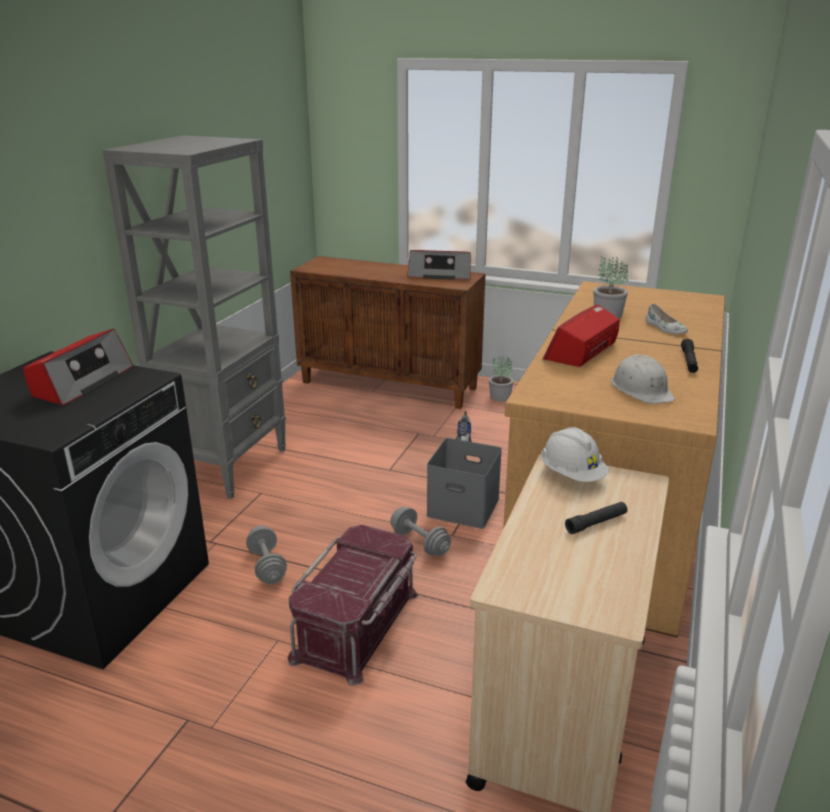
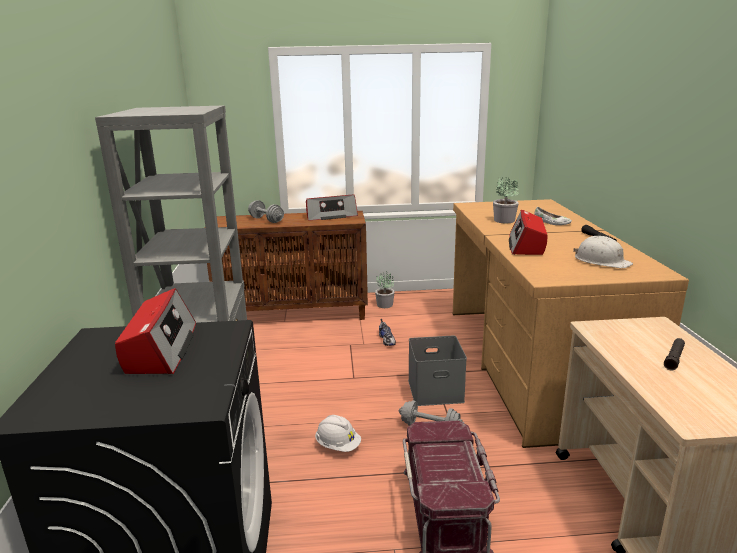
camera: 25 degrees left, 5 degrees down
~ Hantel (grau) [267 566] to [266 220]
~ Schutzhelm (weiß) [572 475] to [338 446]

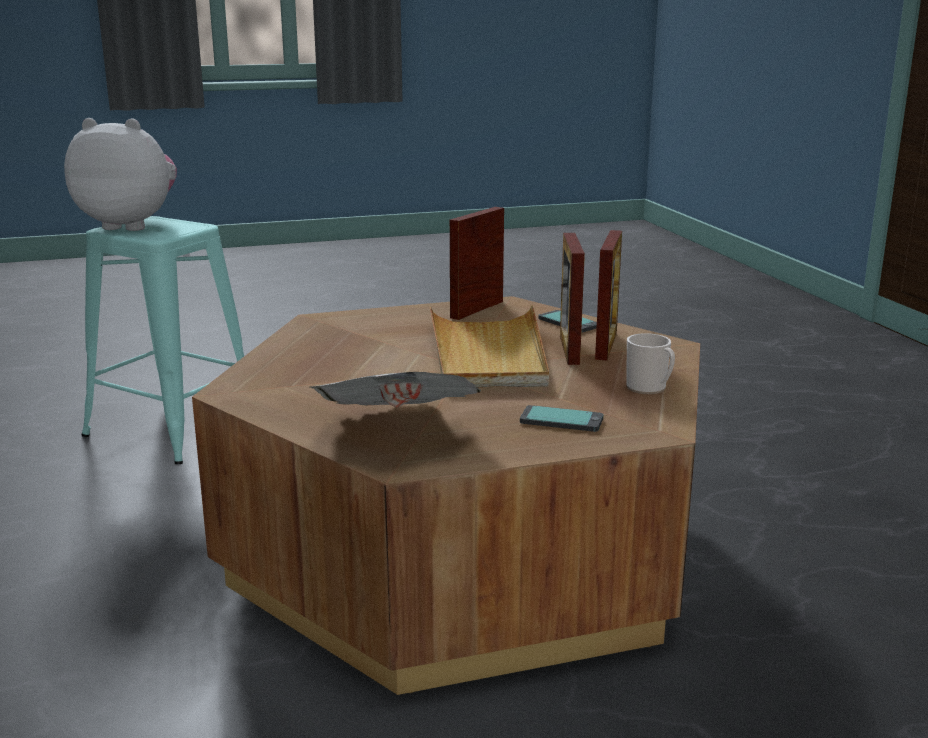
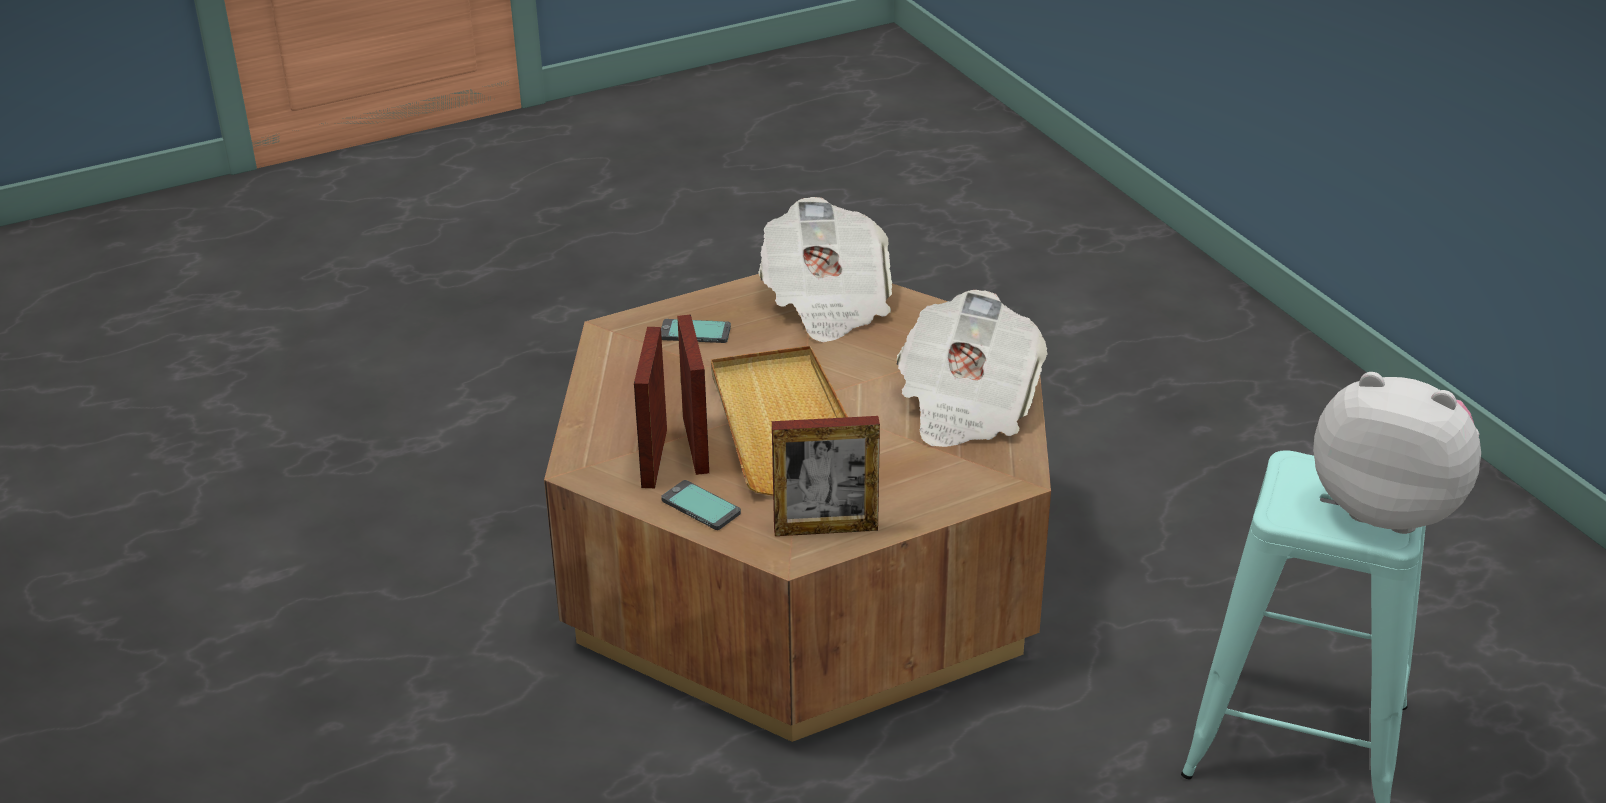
camera: 170 degrees right, 15 degrees up
~ Plüschtier [130 225] = [1387 507] 150 degrees counterclockwise
~ Bilderrahmen [477 309] = [825 529] 60 degrees clockwise
- Henkelbecher [649 388]
+ Zeitung [966 405]

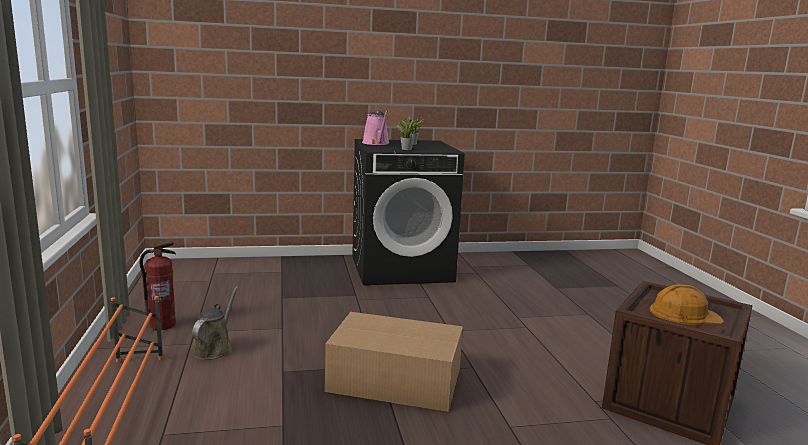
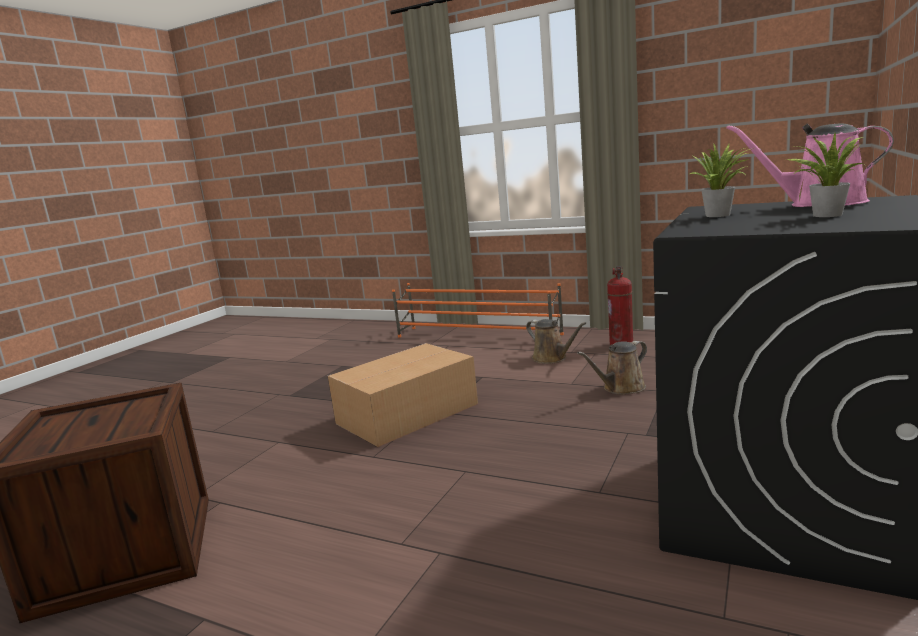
camera: 130 degrees right, 0 degrees up
- Schutzhelm (orange) [684 314]
+ Gießkanne (braun) [621 388]

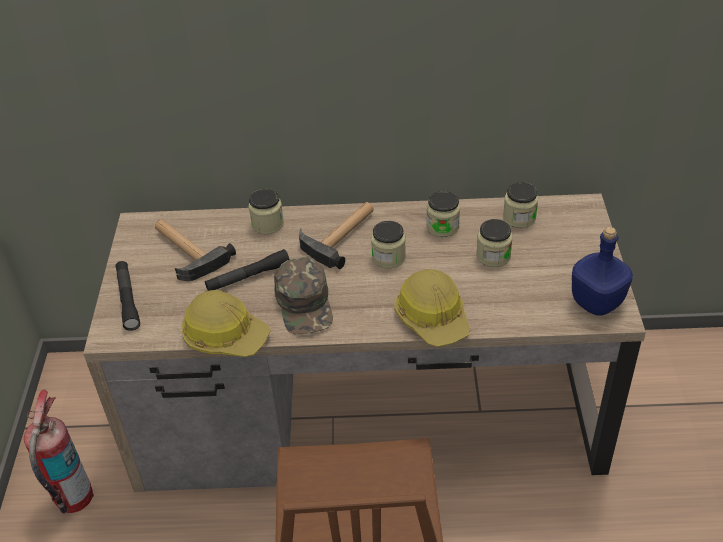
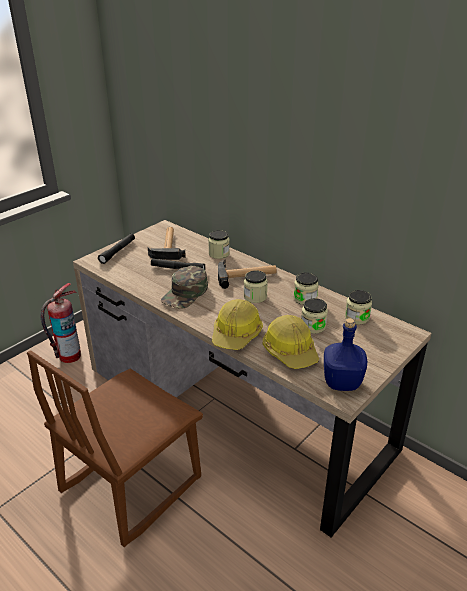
camera: 40 degrees right, 10 degrees down
~ Schutzhelm [225 335] to [290 351]

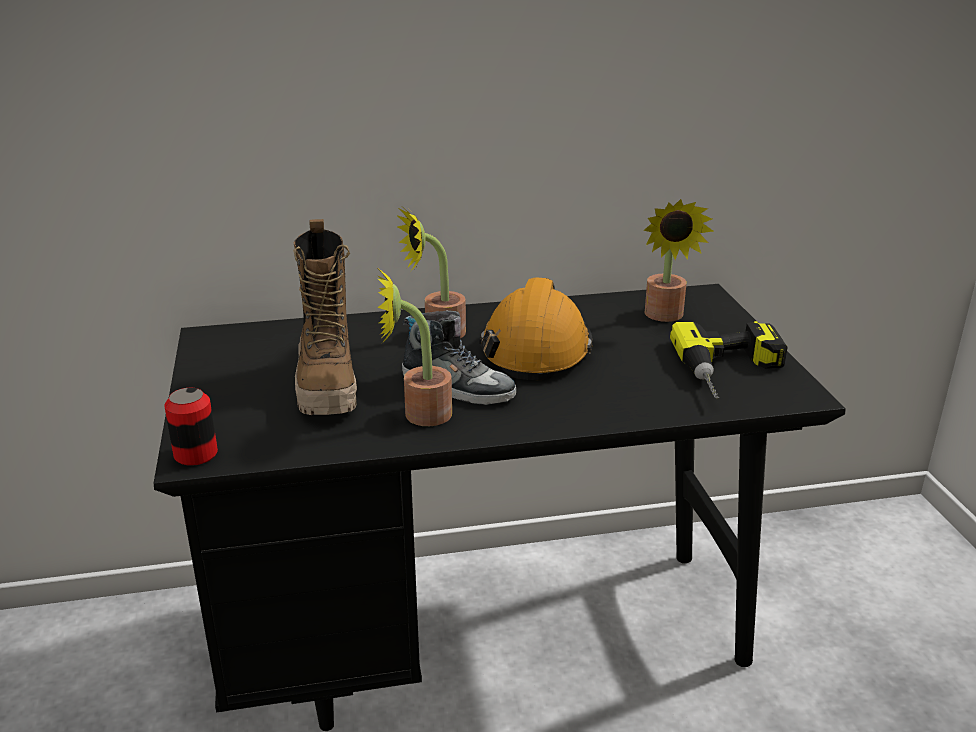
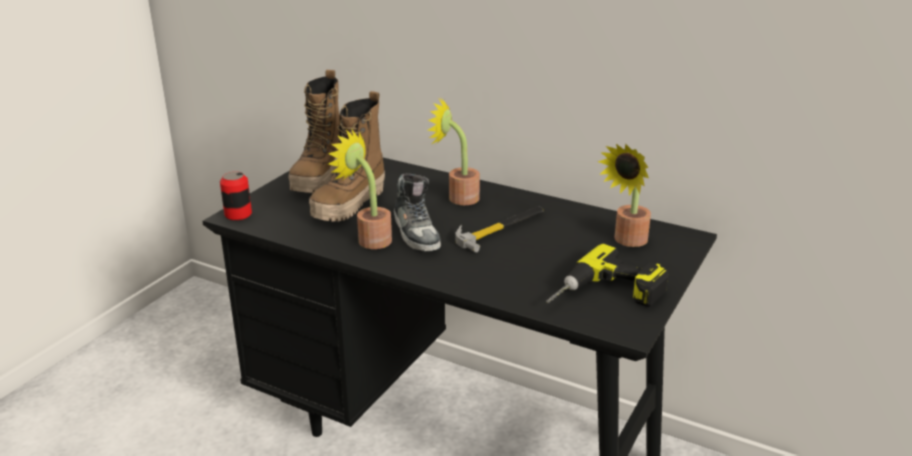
camera: 40 degrees right, 0 degrees up
~ Schutzhelm (orange) [536 349] to Hammer [500 229]
+ Stiefel [319 178]

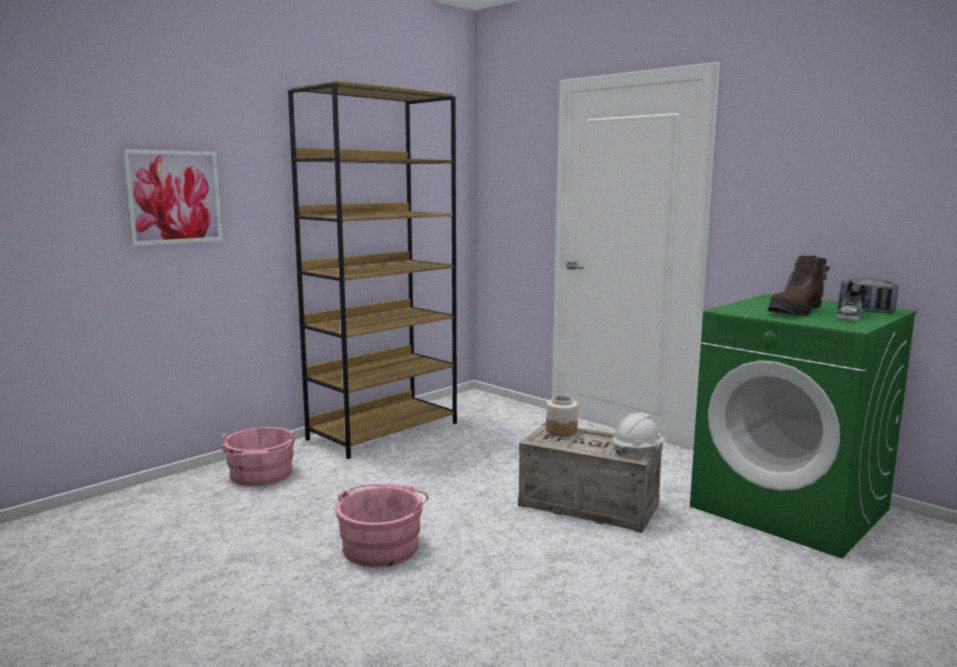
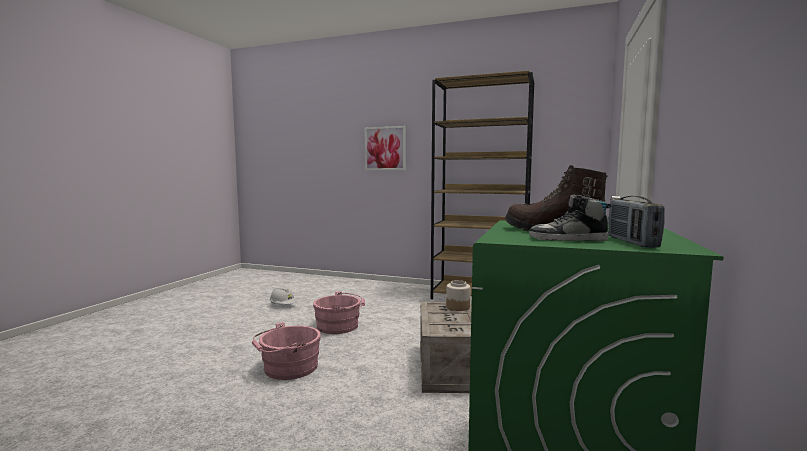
camera: 65 degrees right, 5 degrees down
~ Eimer (rosa) [261 475] to [288 368]
~ Schutzhelm (weiß) [637 450] to [283 305]

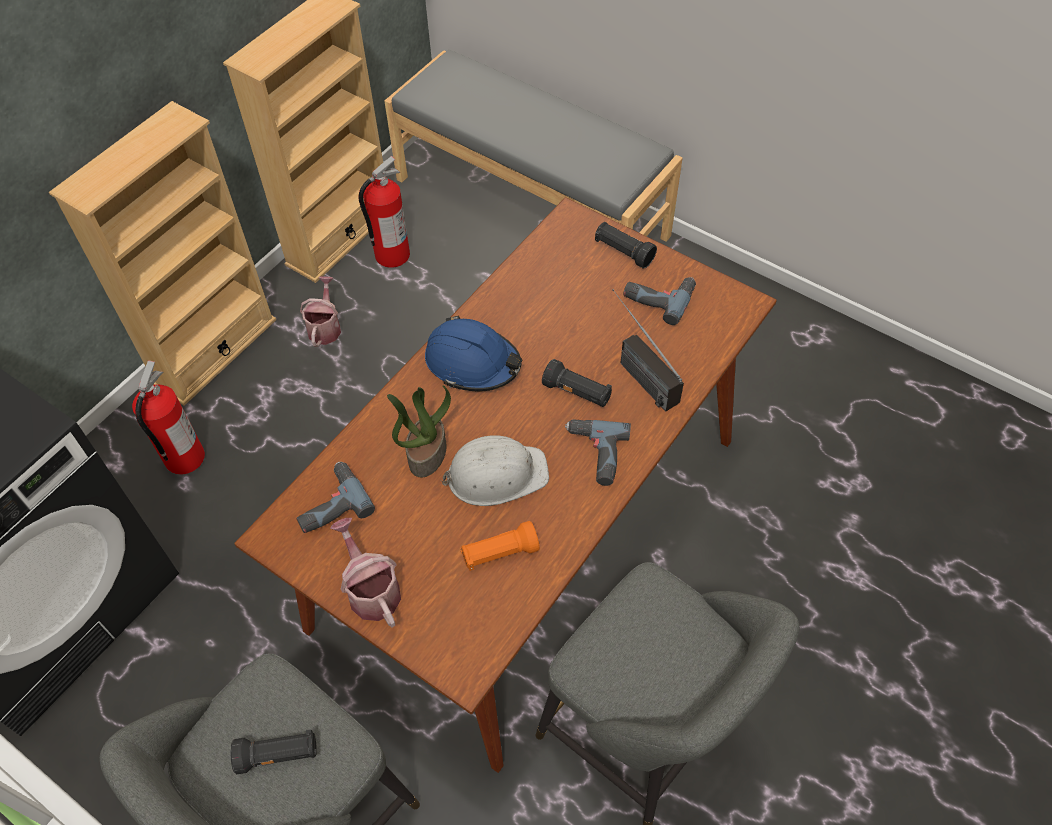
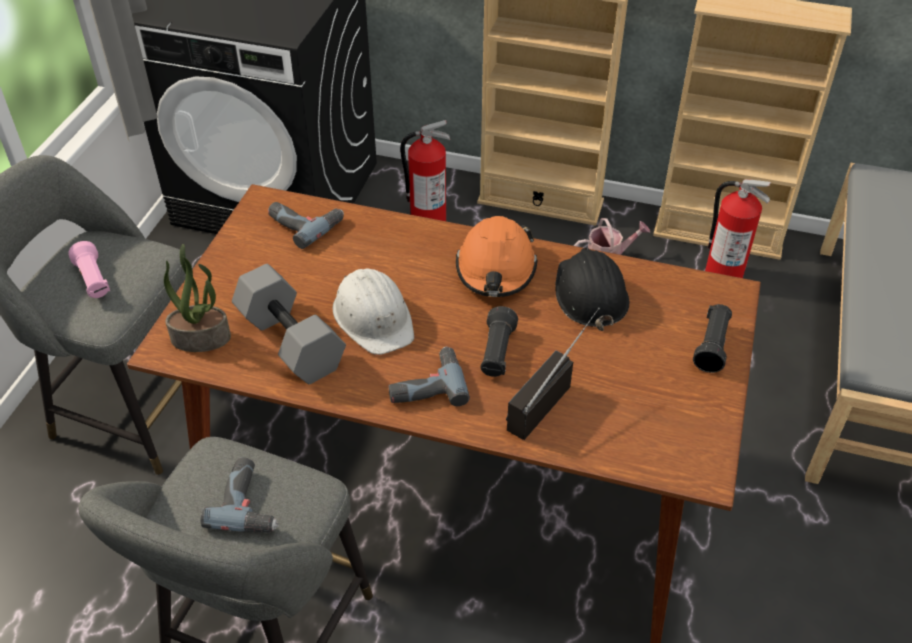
camera: 70 degrees right, 10 degrees down
~ Taschenlampe (schwarz) [278 755] to Taschenlampe (rosa) [93 280]
- Gießkanne [371 589]
~ Topfpflanze [426 453] to [202 337]
~ Schutzhelm (blau) [473 363] to Schutzhelm (orange) [496 269]
~ Taschenlampe (orange) [499 553] to Hantel (grau) [288 341]
~ Bohrmaschine [659 296] to [250 502]
+ Schutzhelm (schwarz) [590 294]

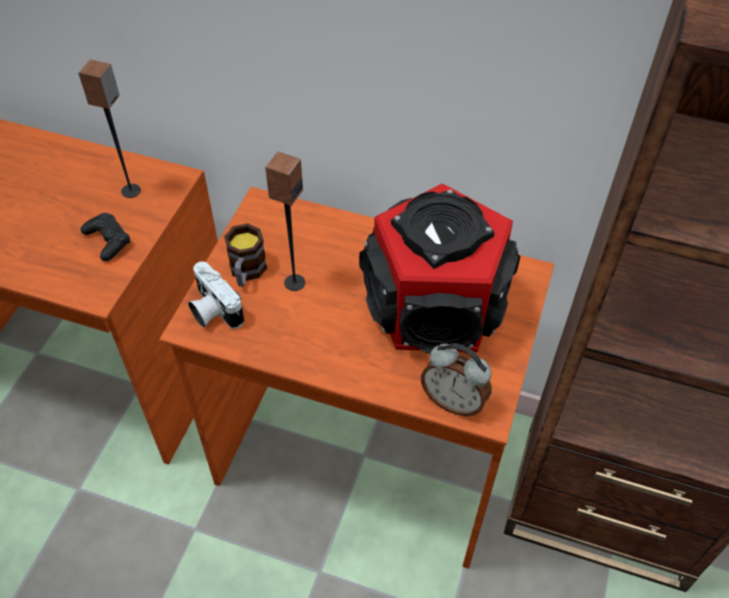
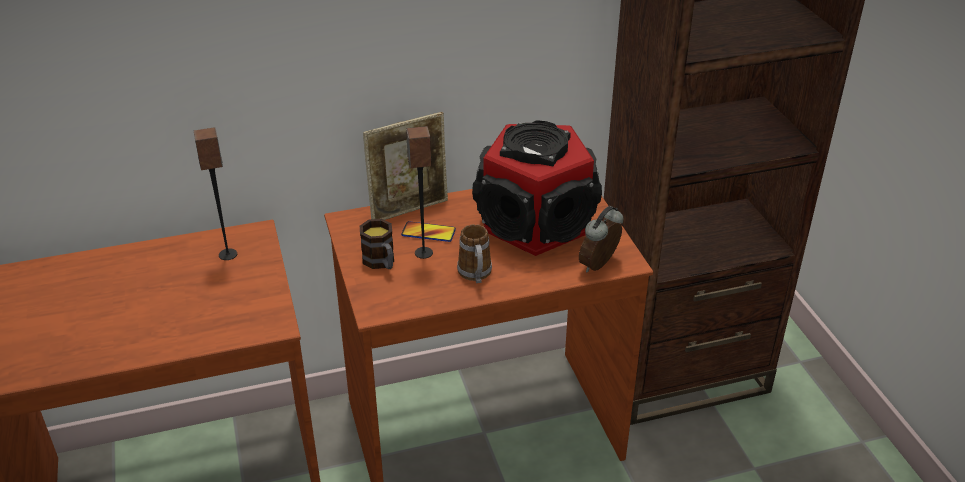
camera: 35 degrees left, 15 degrees down
- Gamepad (schwarz) [108 240]
- Kamera [213 310]
~ Wecker [453 401] = [600 265] 135 degrees clockwise
+ Bilderrahmen [409 209]
+ Handy [428 233]
+ Henkelbecher [476 275]

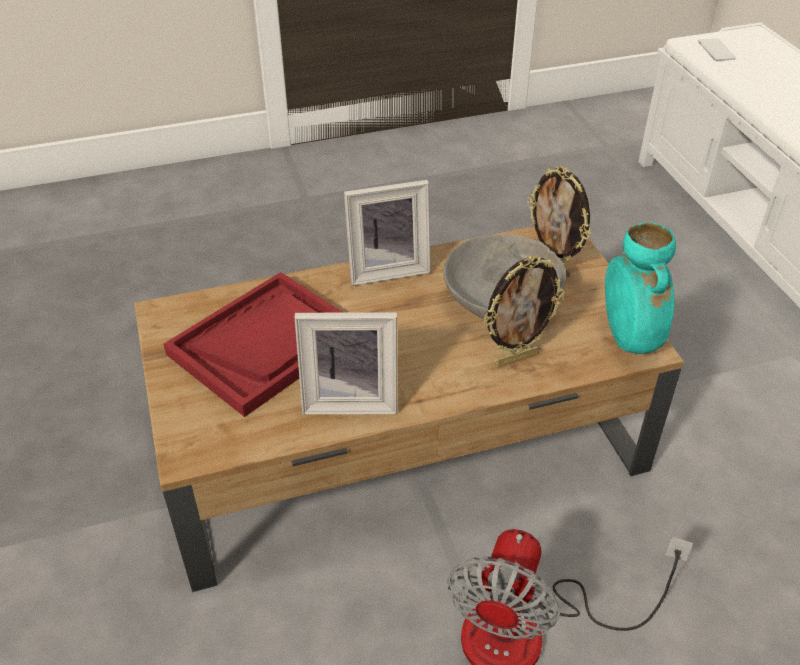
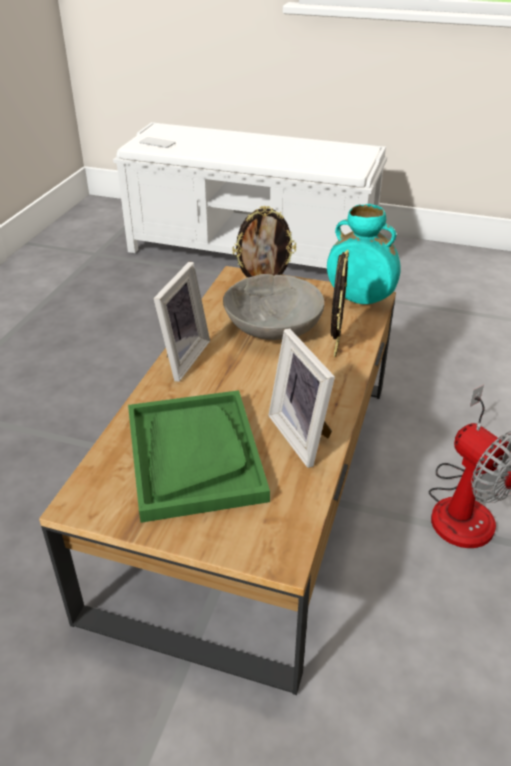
camera: 55 degrees left, 5 degrees down
~ Tablett (rot) [265 344] to Tablett (grün) [194 455]
~ Bilderrahmen [350 399] = [304 435] 120 degrees clockwise

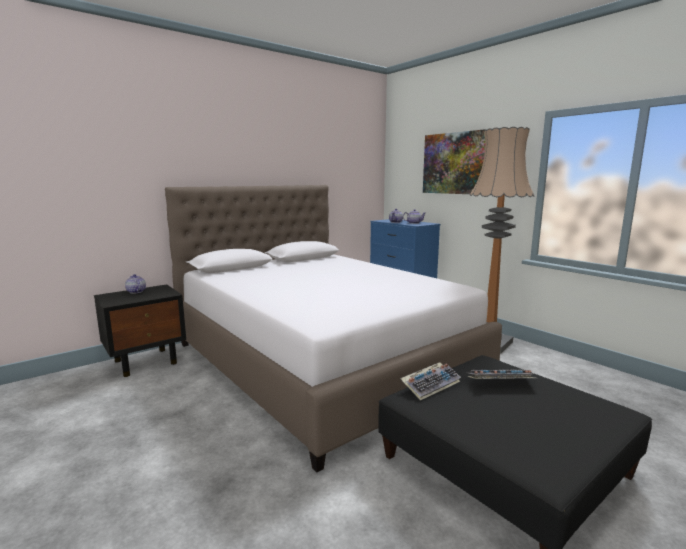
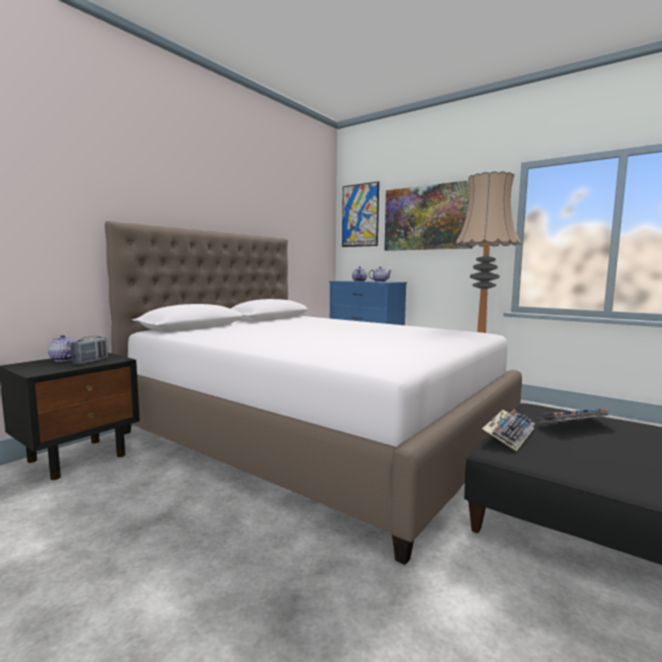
camera: 15 degrees left, 5 degrees down
+ Radio [90 361]
+ Bild [360 215]

